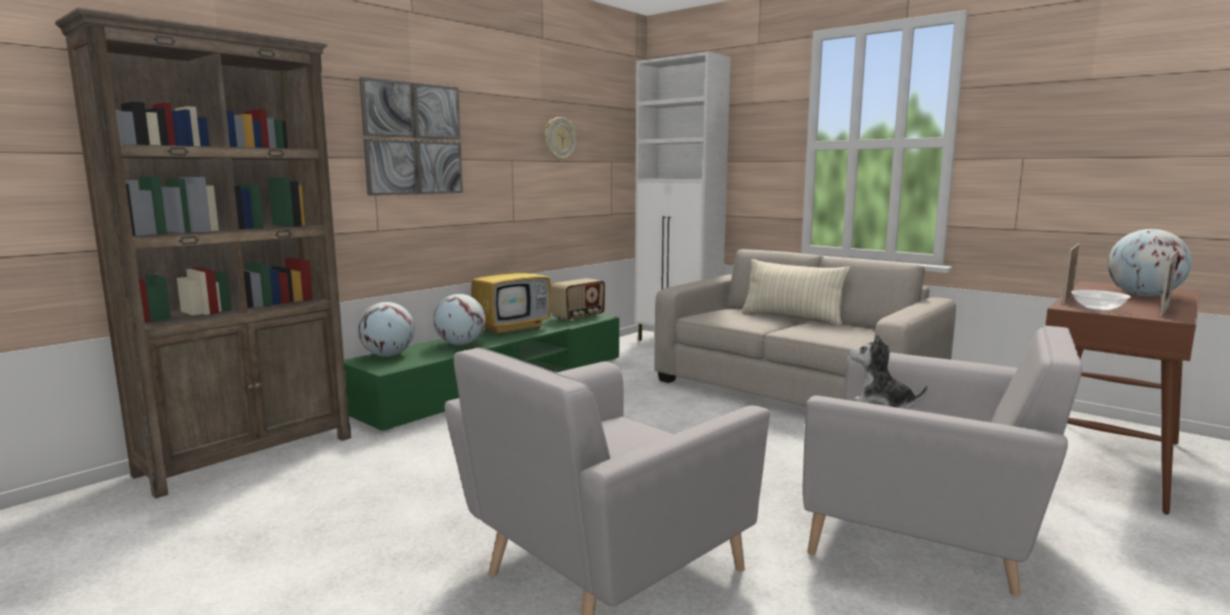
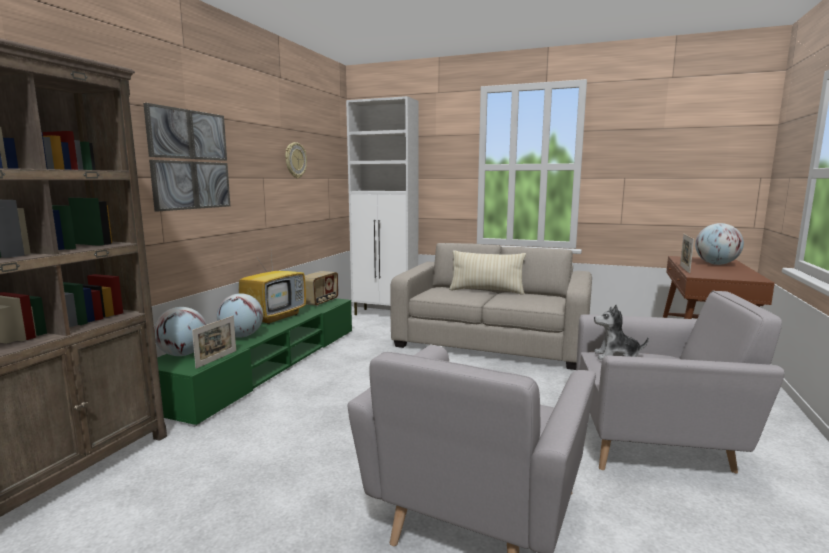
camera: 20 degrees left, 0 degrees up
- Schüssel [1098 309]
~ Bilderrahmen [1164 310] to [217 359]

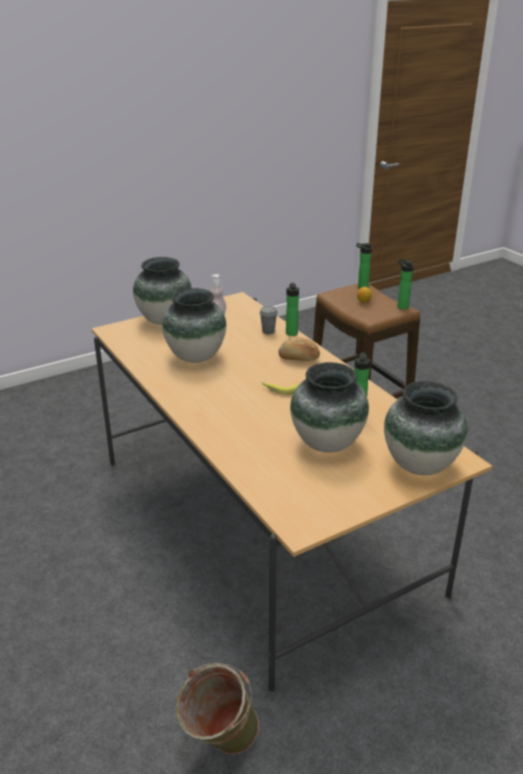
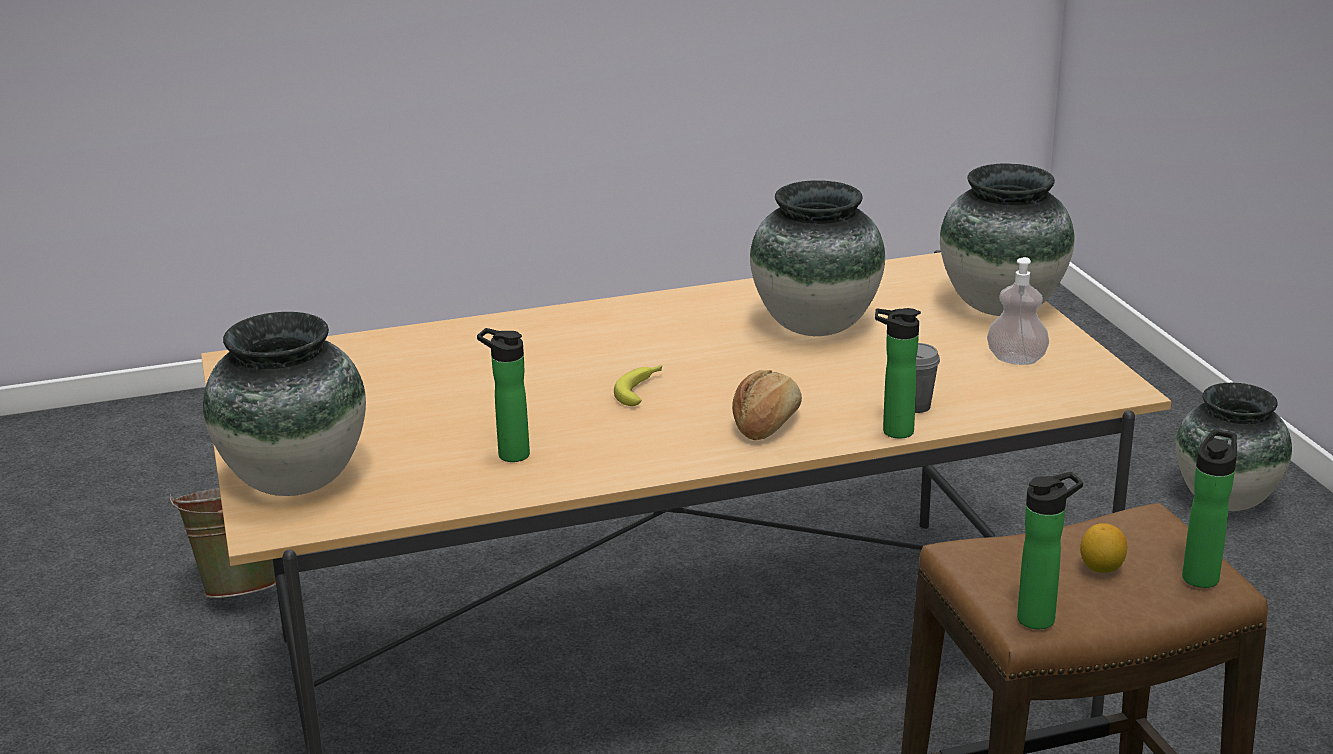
camera: 105 degrees right, 5 degrees down
~ Vase [328 443] to [1225 501]

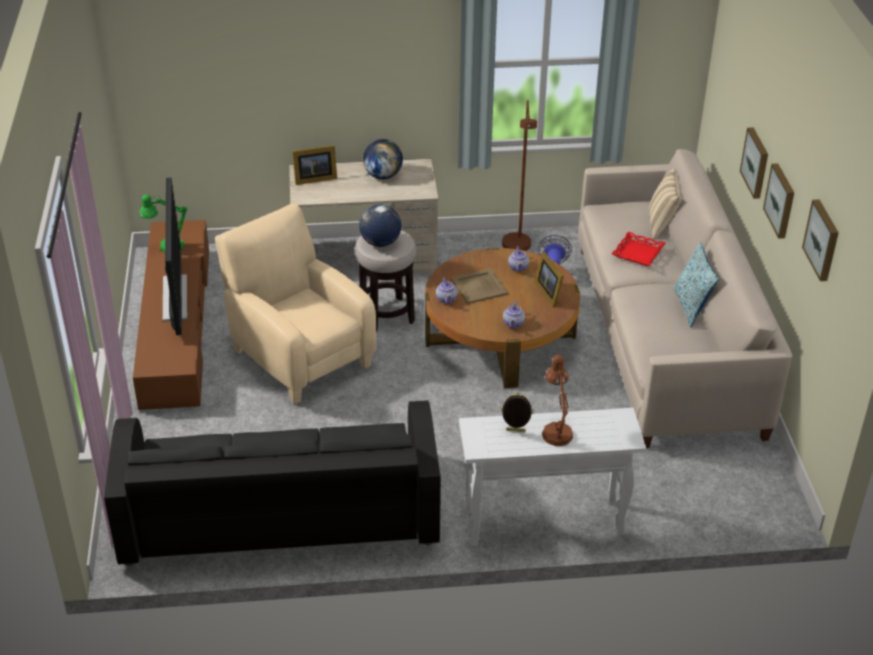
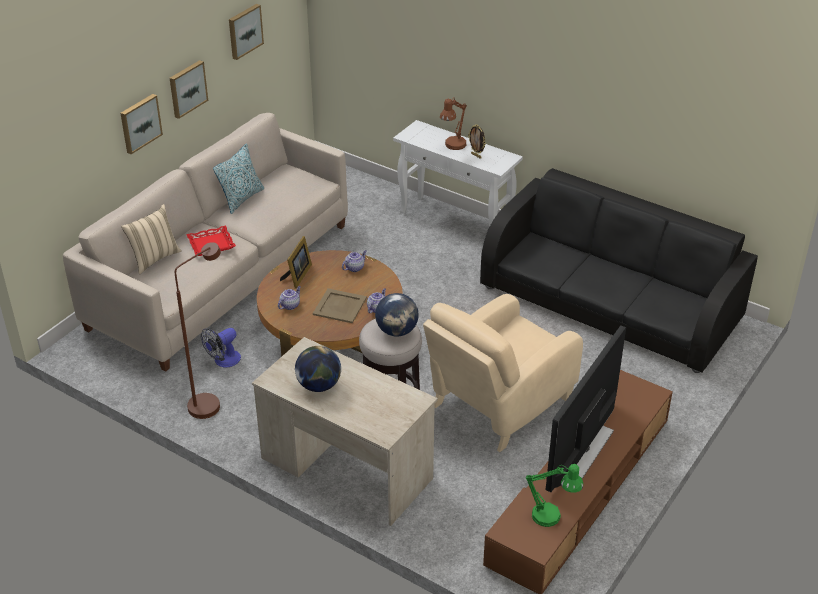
camera: 140 degrees left, 0 degrees up
~ Sessel (beige) [298 355] = [498 404] 45 degrees clockwise
- Bilderrahmen [313 179]

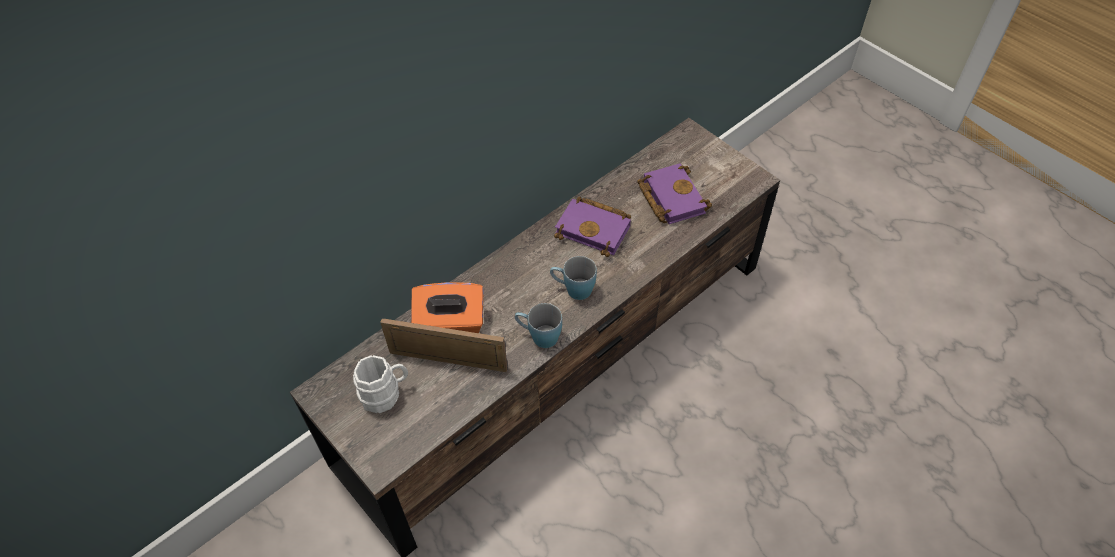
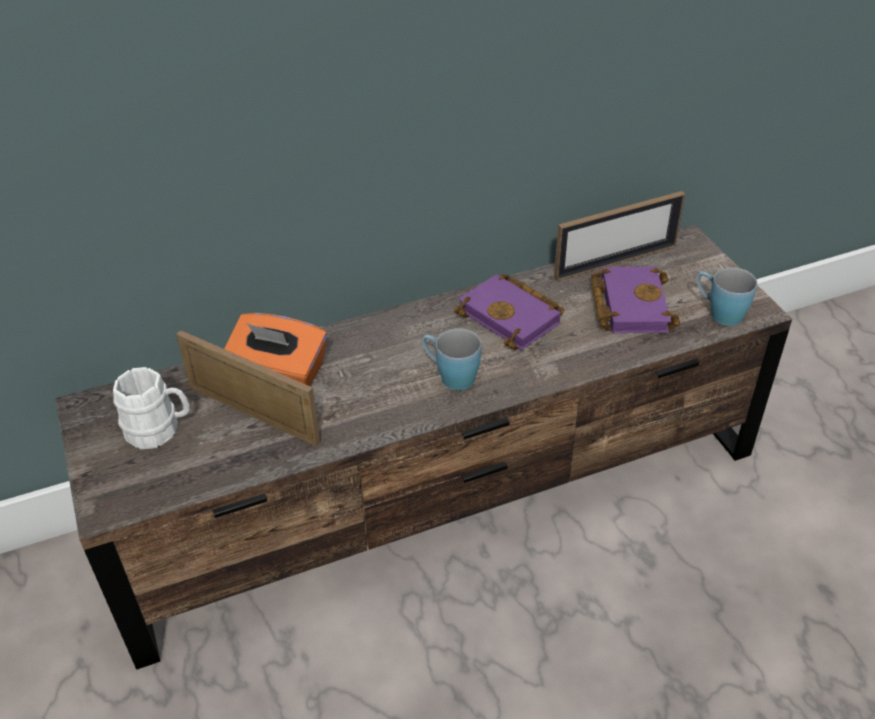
camera: 20 degrees right, 10 degrees down
~ Henkelbecher (blau) [539 336] to [718 313]
+ Bilderrahmen [615 261]

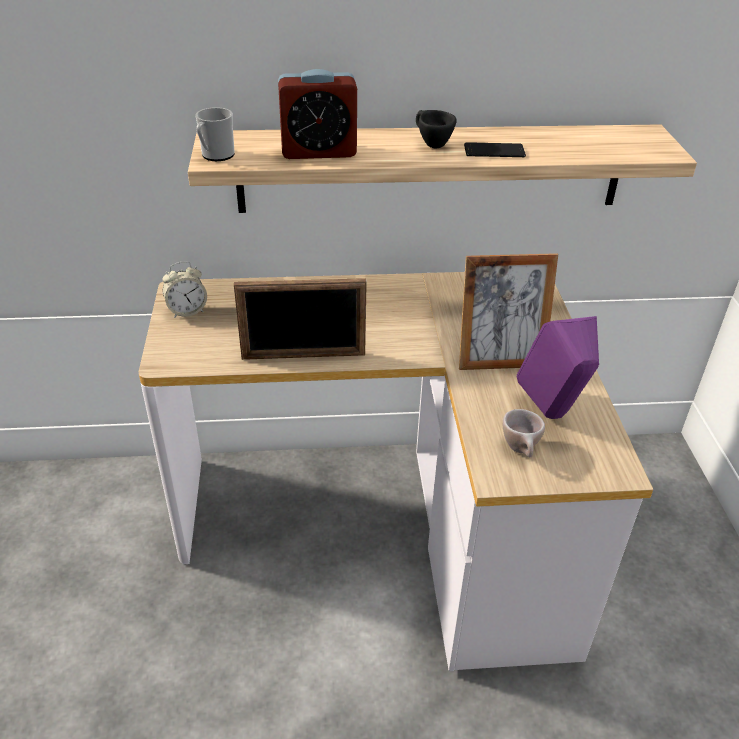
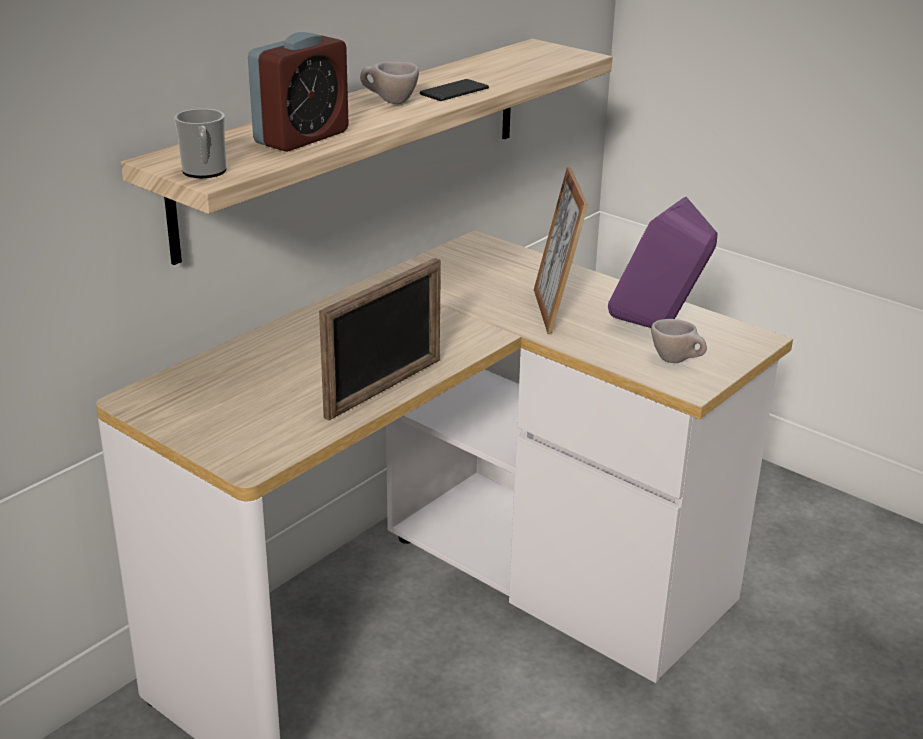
camera: 45 degrees left, 10 degrees down
- Wecker [187 311]
~ Tasse (schwarz) [431 144] to Tasse (beige) [389 102]
~ Bilderrahmen [499 360] = [555 311] 135 degrees clockwise

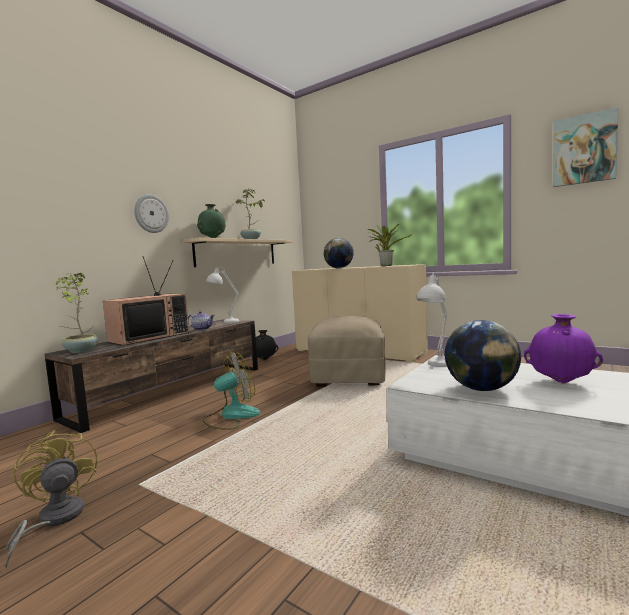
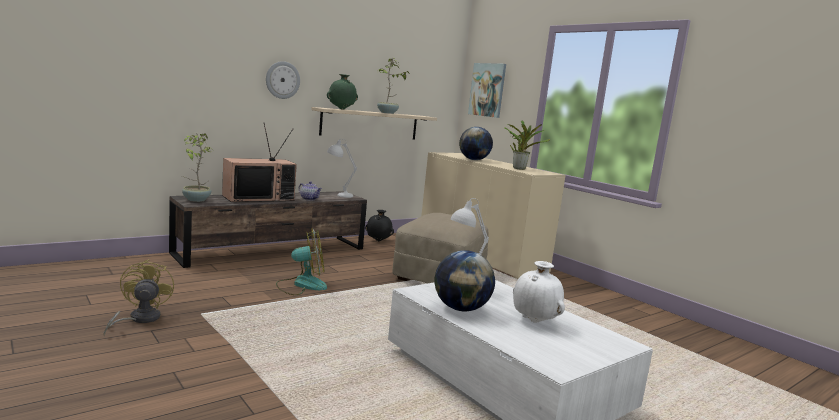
camera: 15 degrees right, 5 degrees up
~ Vase (lila) [561 382] to Vase (weiß) [534 322]
~ Bild [584 149] to [487 90]

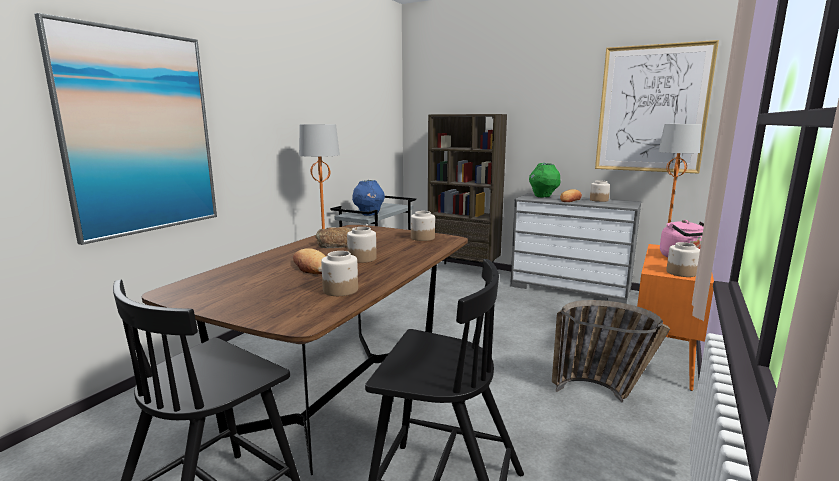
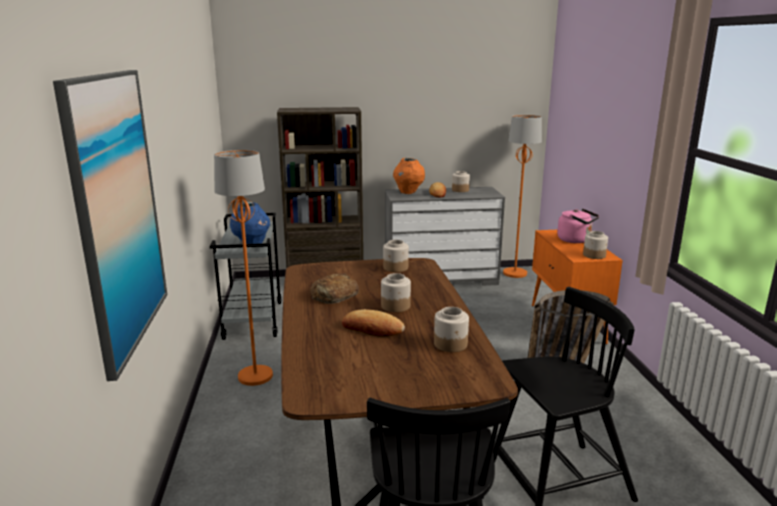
camera: 35 degrees left, 5 degrees up
~ Vase (grün) [543 196] to Vase (orange) [408 192]
- Bild [652 109]

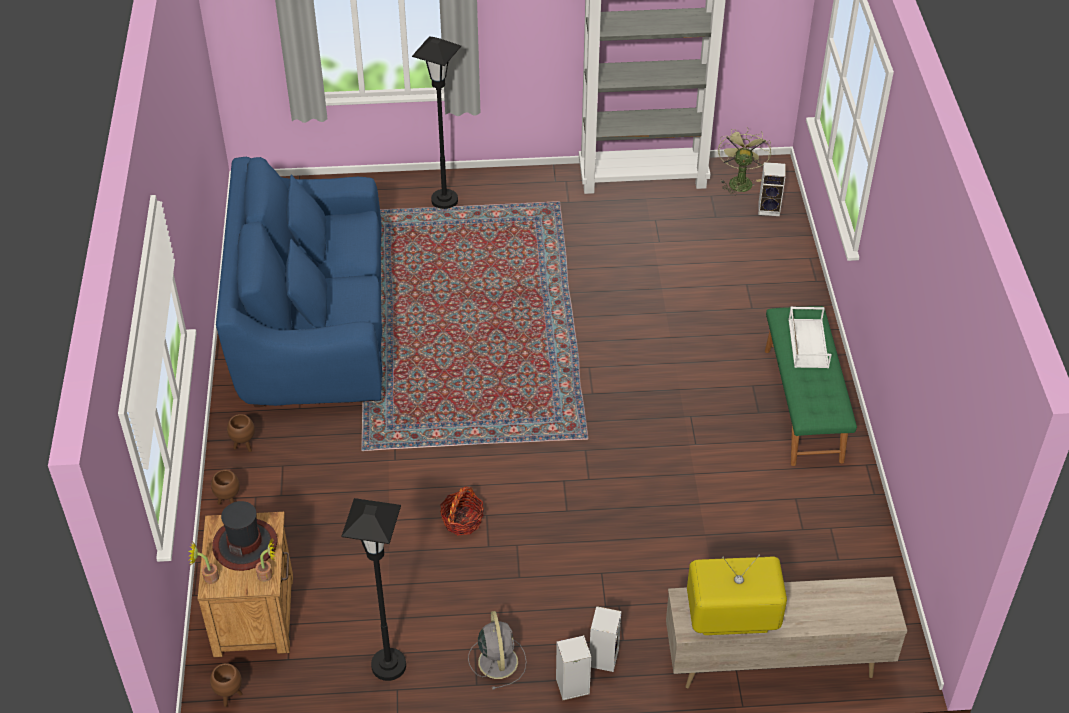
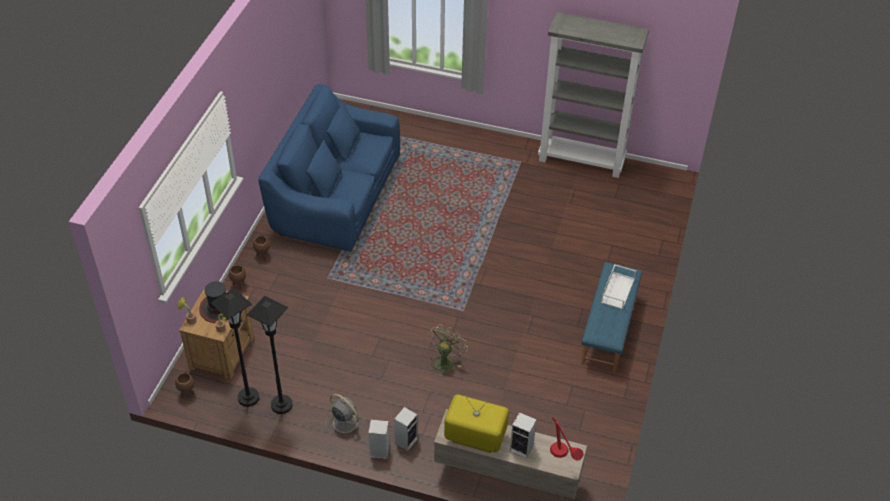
camera: 20 degrees right, 0 degrees up
~ Stehlampe (schwarz) [444 200] to [248 397]
- Korb [462 520]
~ Ventilator (grau) [497 660] = [344 422] 60 degrees counterclockwise
~ Ventilator (grün) [739 180] to [445 361]
~ Lautsprecher [770 208] to [522 448]
~ Bank (grün) [804 404] to Bank (blau) [609 329]
+ Tischlampe (rot) [563 457]

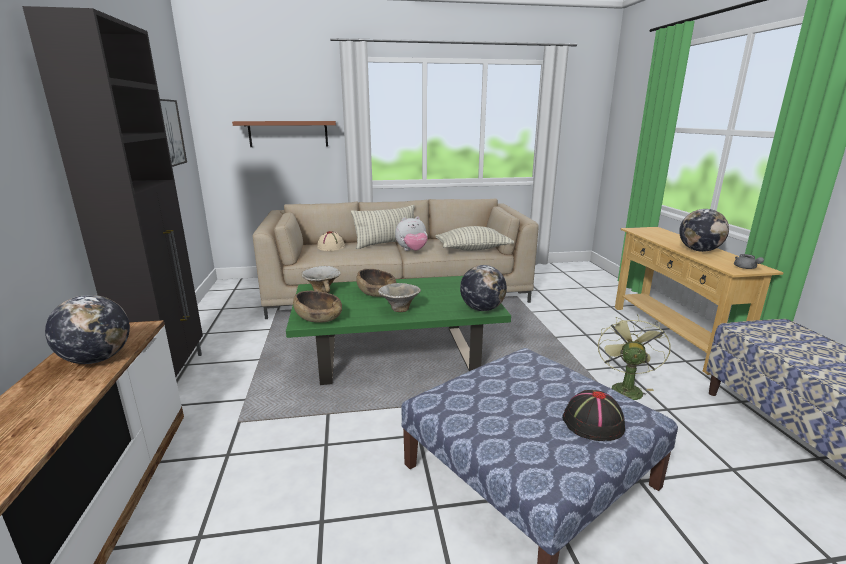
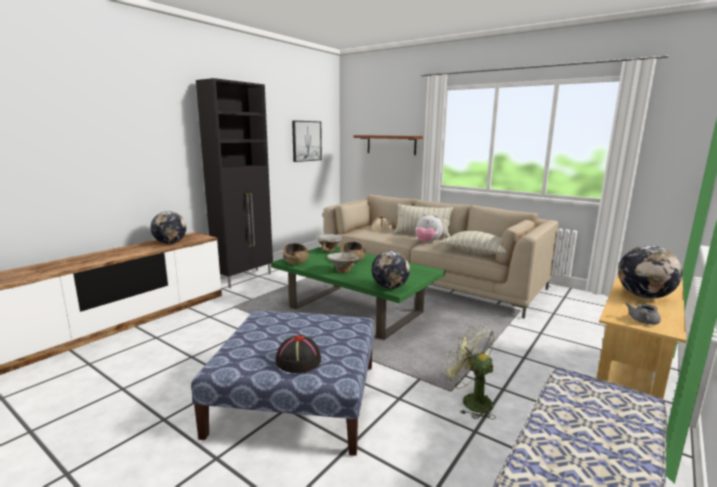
camera: 45 degrees right, 5 degrees down
~ Ventilator (grün) [624 388] = [470 401] 105 degrees counterclockwise

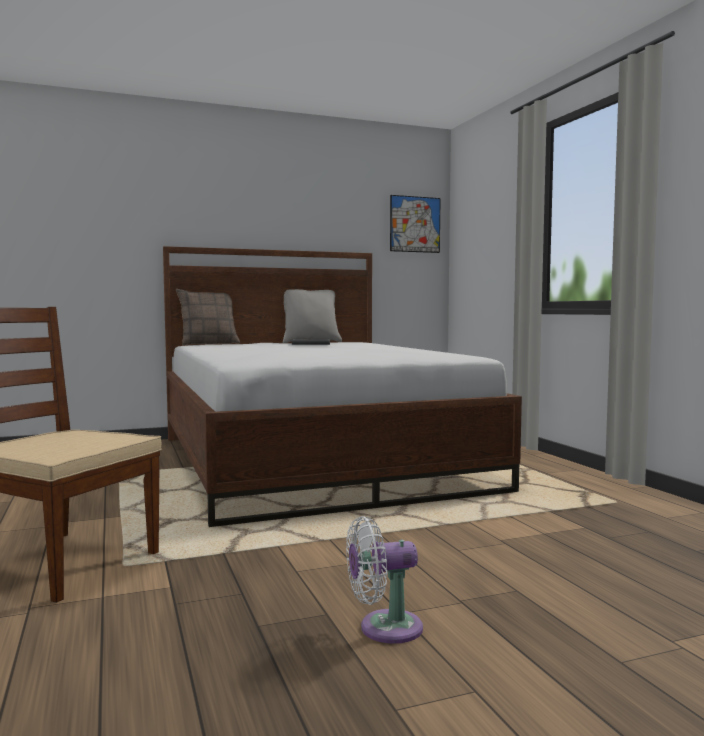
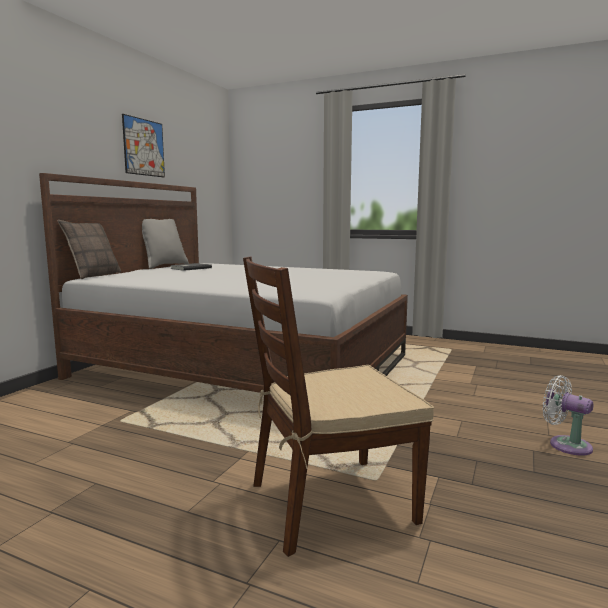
camera: 45 degrees left, 5 degrees up
~ Ventilator (weiß) [384 628] = [566 444] 105 degrees clockwise
~ Bild [415 224] to [144 147]

